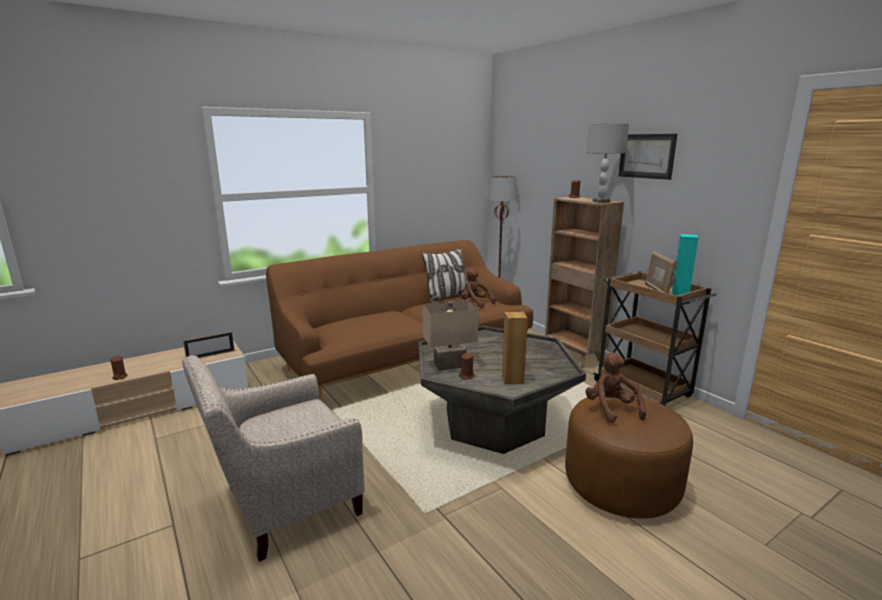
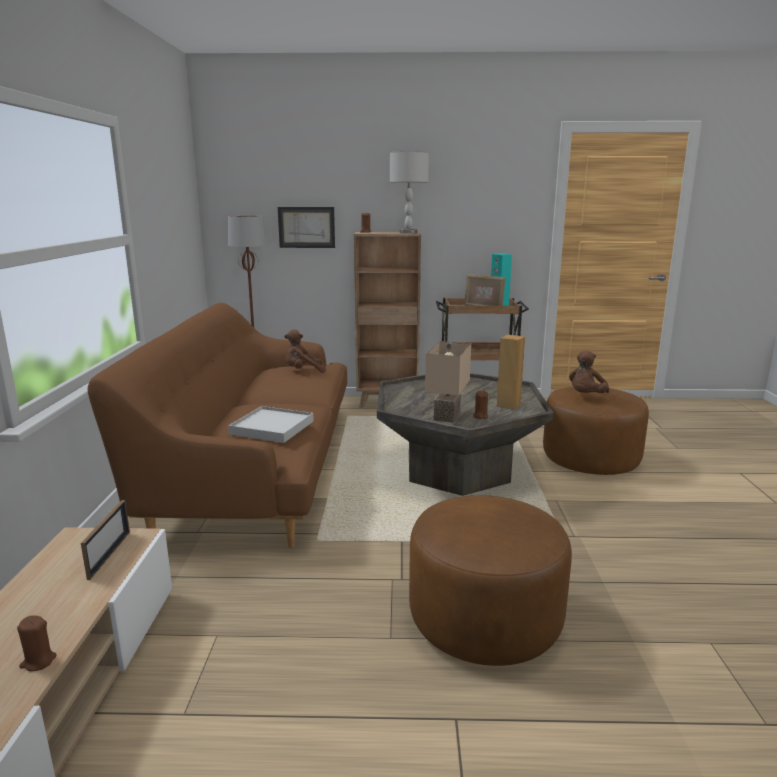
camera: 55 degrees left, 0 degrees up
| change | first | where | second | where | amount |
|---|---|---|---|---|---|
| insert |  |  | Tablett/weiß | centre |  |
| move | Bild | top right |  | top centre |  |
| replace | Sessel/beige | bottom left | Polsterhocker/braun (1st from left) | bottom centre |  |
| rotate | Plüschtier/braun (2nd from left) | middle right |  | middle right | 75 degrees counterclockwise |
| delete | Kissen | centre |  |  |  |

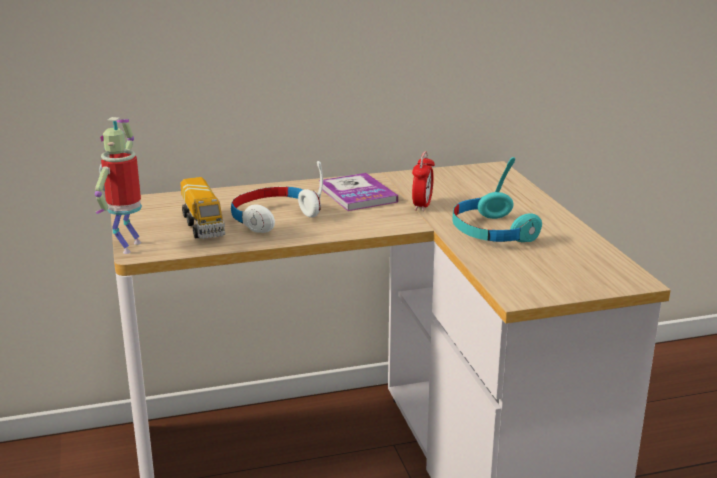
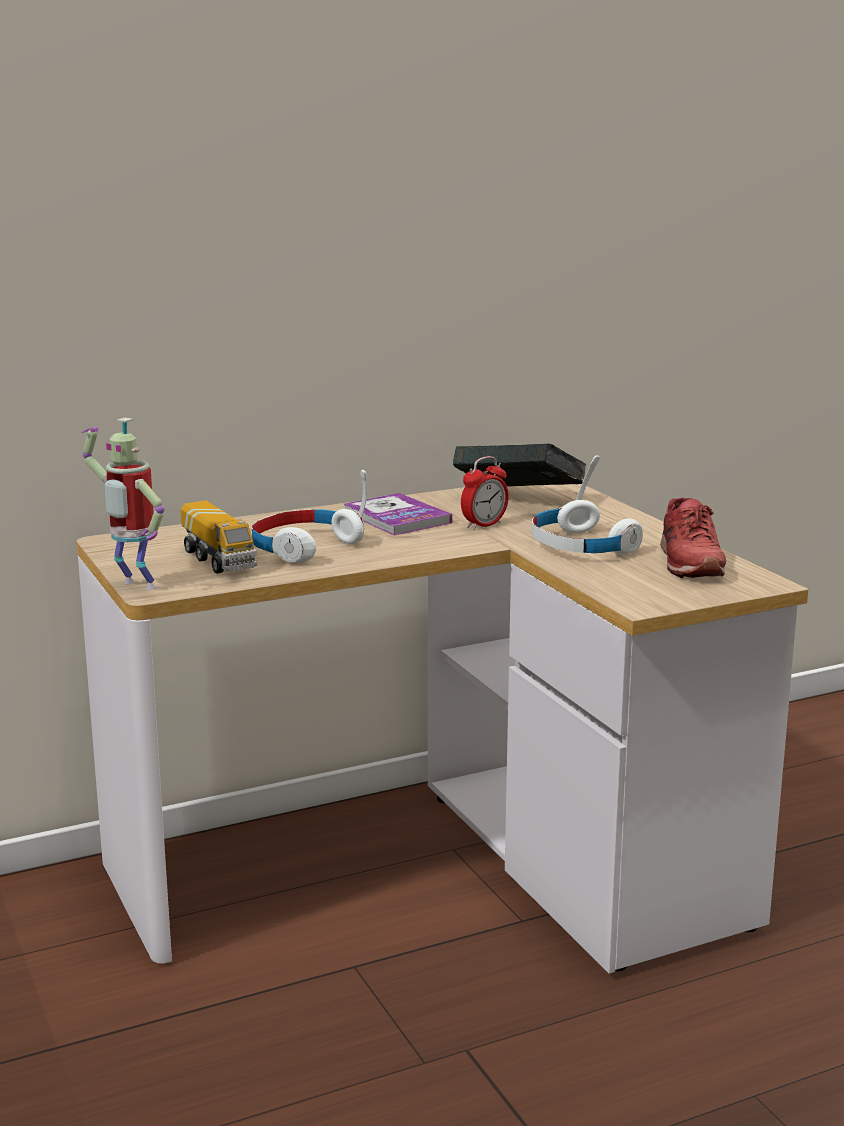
camera: 10 degrees left, 5 degrees down
| change | first | where | second | where | amount |
|---|---|---|---|---|---|
| rotate | Spielzeugroboter | middle left |  | middle left | 60 degrees counterclockwise |
| insert |  |  | Buch (2nd from left) | centre |  |
| rotate | Wecker | centre |  | centre | 45 degrees clockwise |
| recolor | Kopfhörer/türkis | middle right | Kopfhörer/weiß (2nd from left) | middle right |  |
| insert |  |  | Schuh/rot | middle right |  |

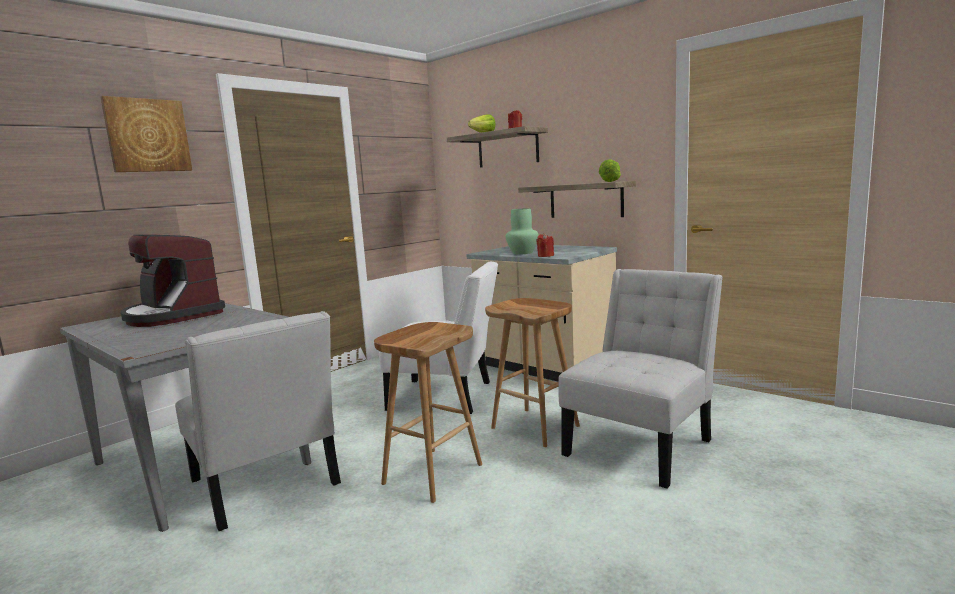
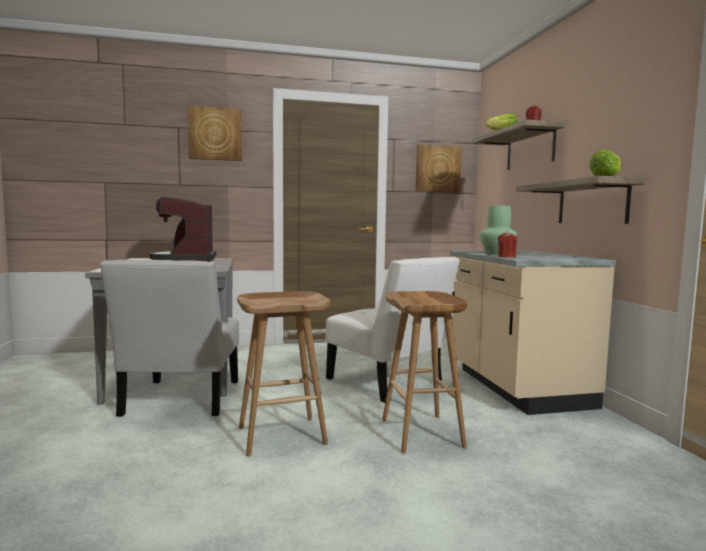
camera: 35 degrees right, 5 degrees down
| change | first | where | second | where | amount |
|---|---|---|---|---|---|
| insert |  |  | Bild (2nd from left) | top centre |  |
| delete | Stuhl/weiß (3rd from left) | middle right |  |  |  |

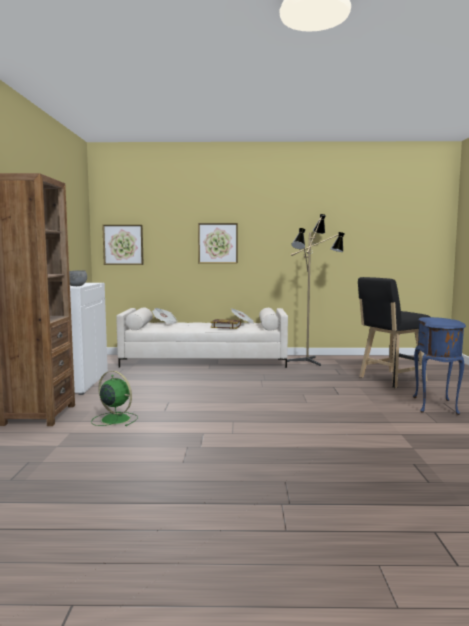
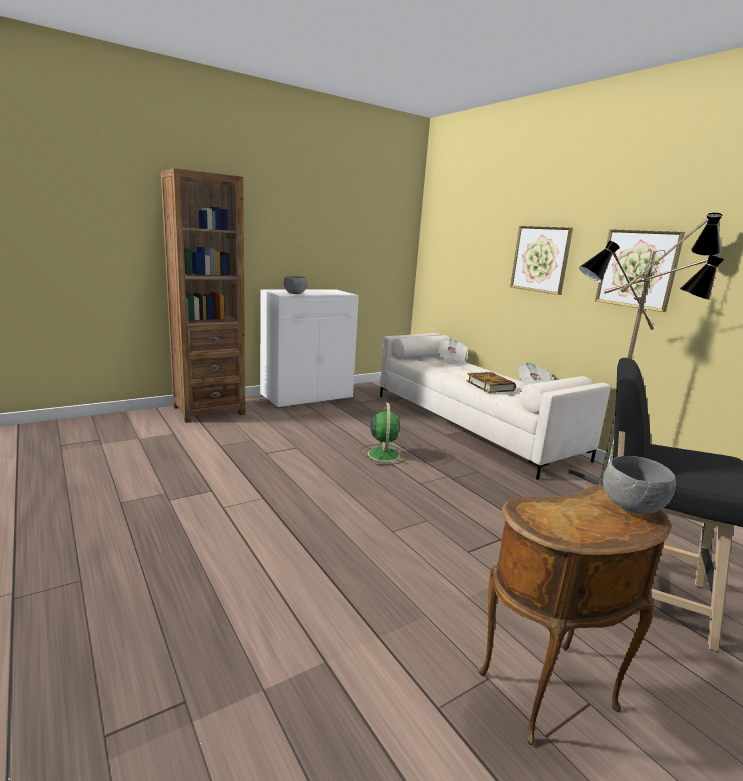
camera: 55 degrees right, 10 degrees up
| change | first | where | second | where | amount |
|---|---|---|---|---|---|
| move | Ventilator/grün | middle left |  | centre |  |
| recolor | Beistelltisch/blau | middle right | Beistelltisch/braun | bottom right |  |
| move | Bild (1st from left in the first image) | middle left | Bild (2nd from left) | middle right |  |
| insert |  |  | Schüssel/grau (2nd from left) | middle right |  |

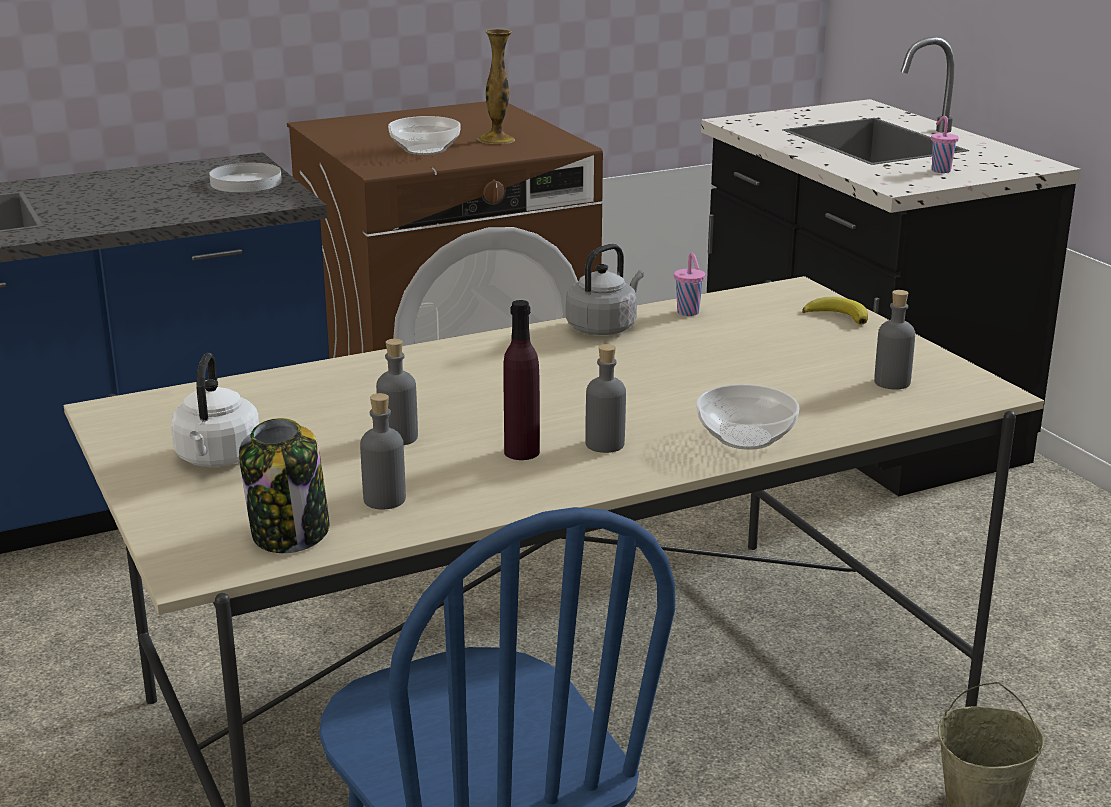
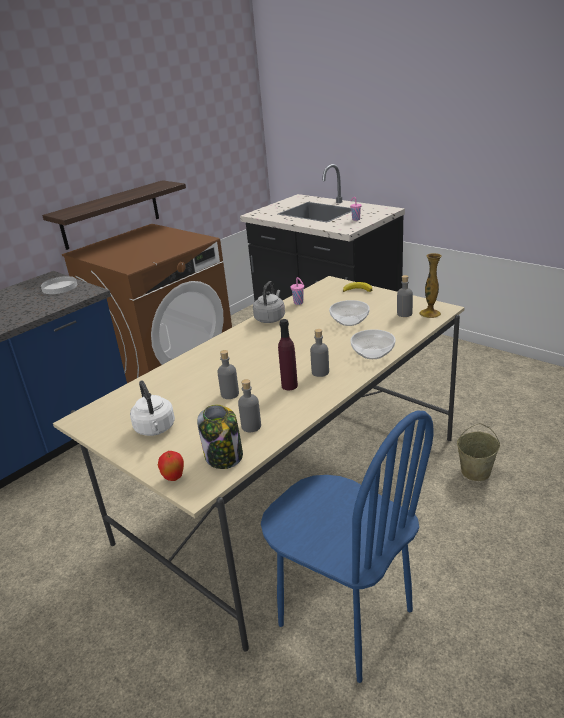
camera: 20 degrees left, 5 degrees up
| change | first | where | second | where | amount |
|---|---|---|---|---|---|
| insert |  |  | Wandregal | top left |  |
| insert |  |  | Apfel | middle left |  |
| move | Schüssel (1st from left) | top centre |  | centre |  |
| move | Vase | top centre |  | middle right |  |

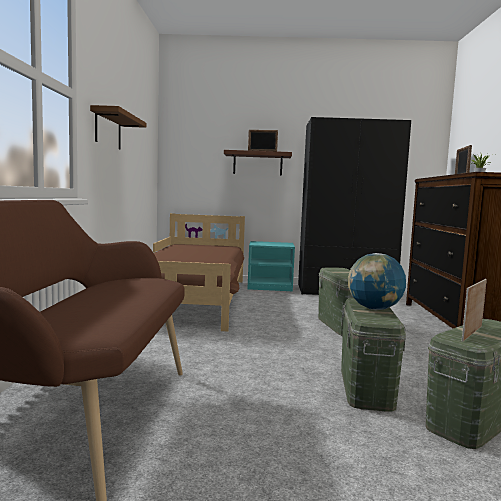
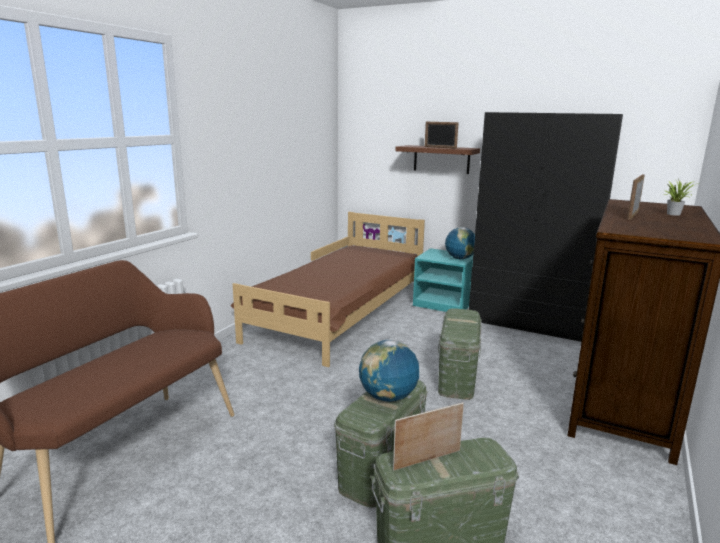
camera: 25 degrees right, 10 degrees up
| change | first | where | second | where | amount |
|---|---|---|---|---|---|
| insert |  |  | Globus (2nd from left) | centre |  |
| delete | Wandregal/braun (1st from left) | top left |  |  |  |

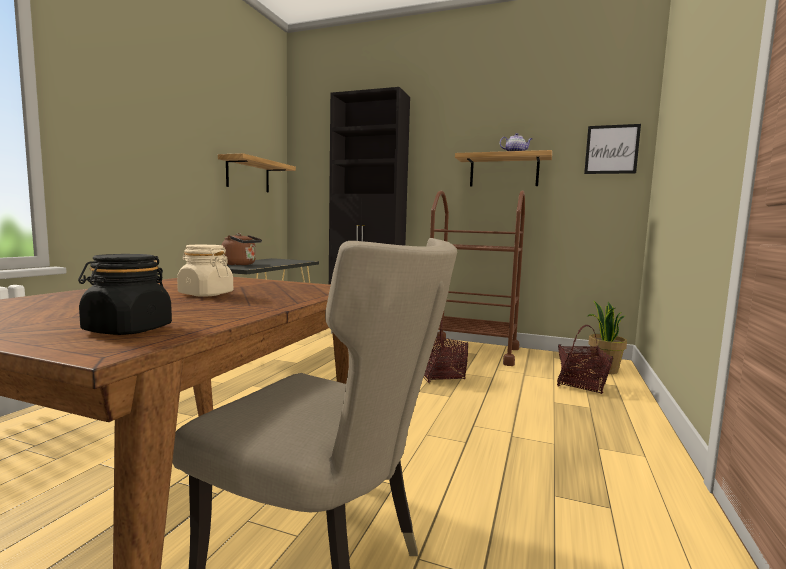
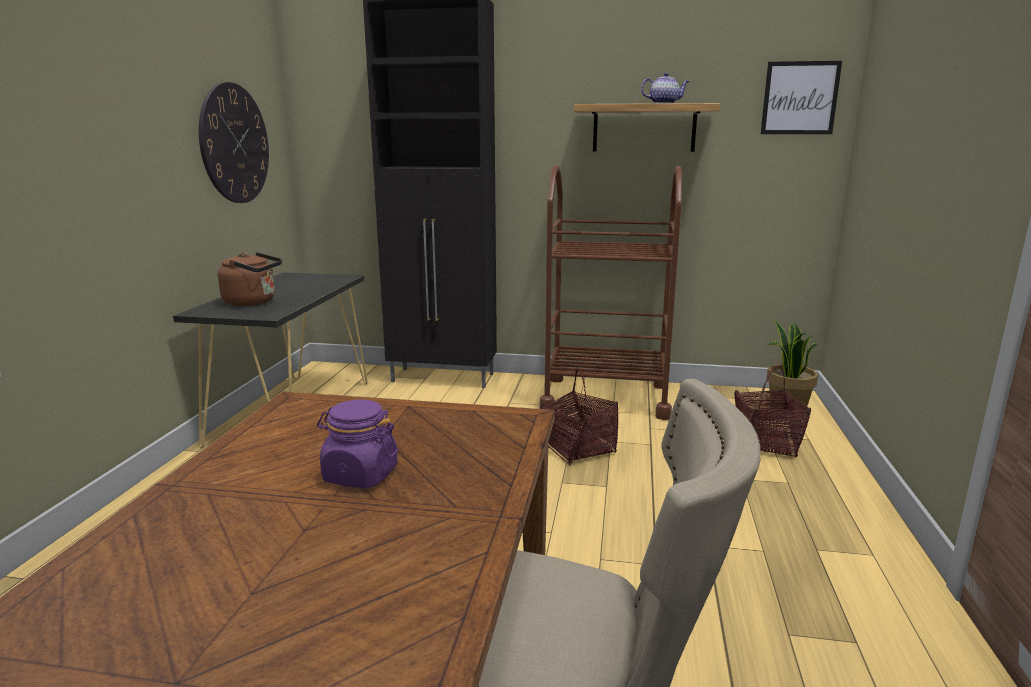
camera: 10 degrees left, 10 degrees up
| change | first | where | second | where | amount |
|---|---|---|---|---|---|
| replace | Wandregal (1st from left) | top left | Wanduhr | top left |  |
| recolor | Vorratsglas/beige | middle left | Vorratsglas/lila | centre |  |
| delete | Vorratsglas/schwarz | middle left |  |  |  |

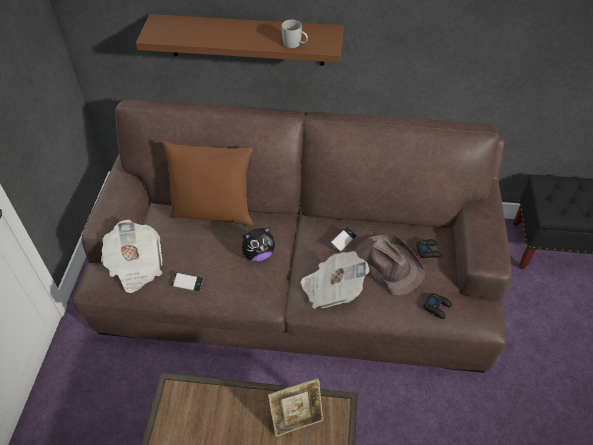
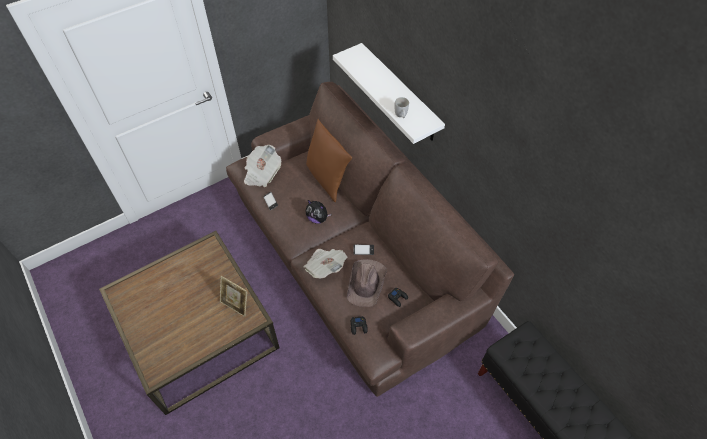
camera: 50 degrees right, 5 degrees up
| change | first | where | second | where | amount |
|---|---|---|---|---|---|
| recolor | Wandregal/braun | top centre | Wandregal/weiß | top centre |  |

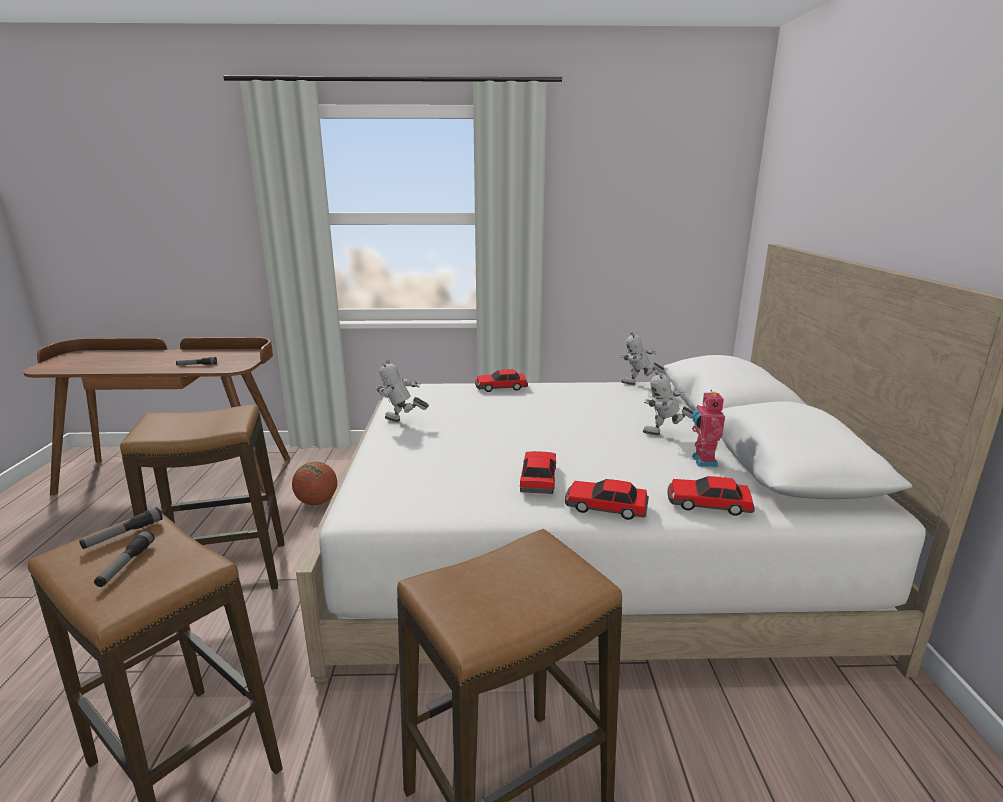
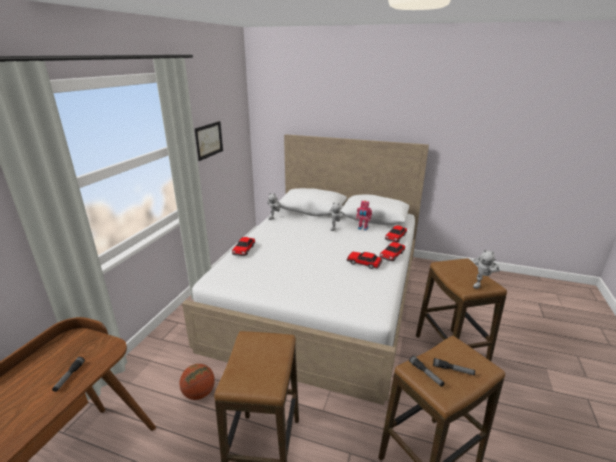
camera: 70 degrees left, 5 degrees up
| change | first | where | second | where | amount |
|---|---|---|---|---|---|
| insert |  |  | Bild | top centre |  |
| move | Spielzeugroboter (1st from left in the first image) | centre | Spielzeugroboter (4th from left) | middle right |  |

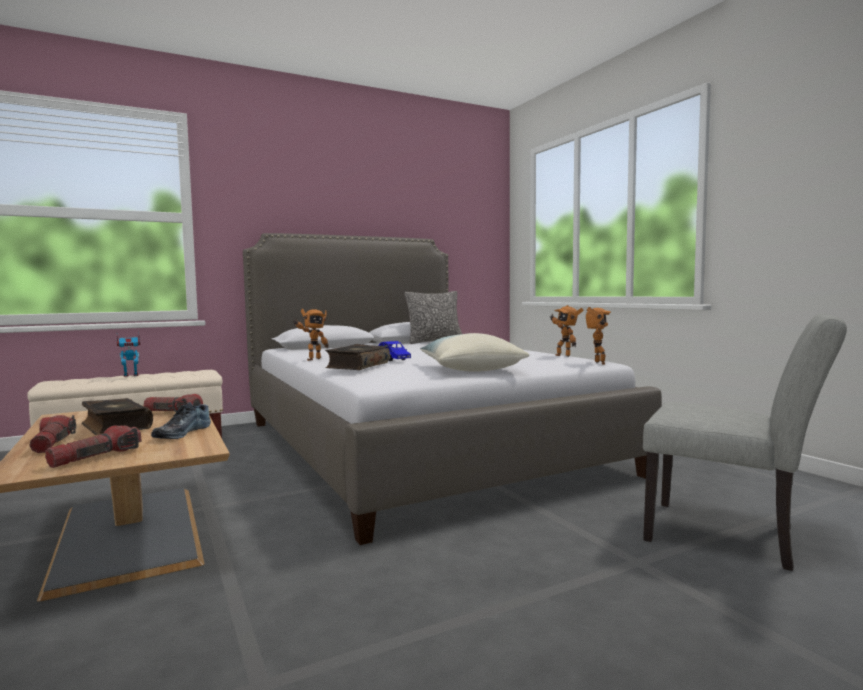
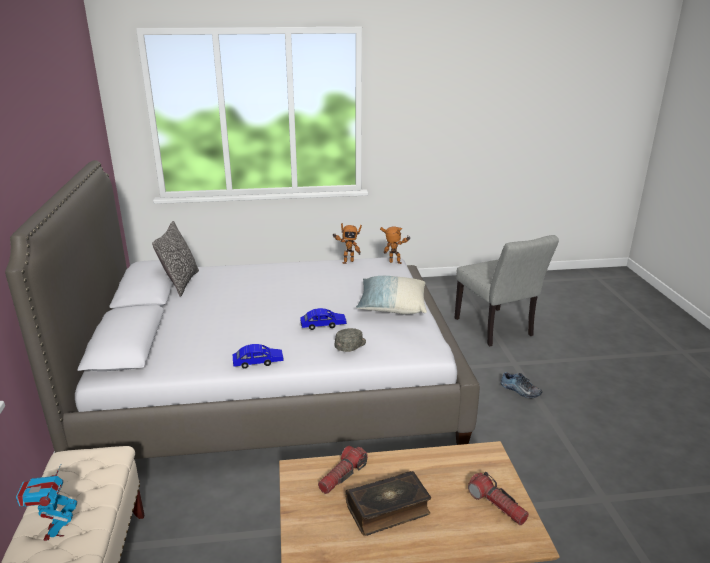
camera: 70 degrees left, 20 degrees up
| change | first | where | second | where | amount |
|---|---|---|---|---|---|
| replace | Spielzeugroboter (2nd from left) | centre | Spielzeugauto/blau (1st from left) | centre |  |
| replace | Buch (2nd from left) | centre | Kappe/grau | centre |  |
| rotate | Stuhl/grau | middle right |  | middle right | 105 degrees clockwise |
| move | Schuh | middle left |  | bottom right |  |
| delete | Taschenlampe (1st from left) | middle left |  |  |  |

